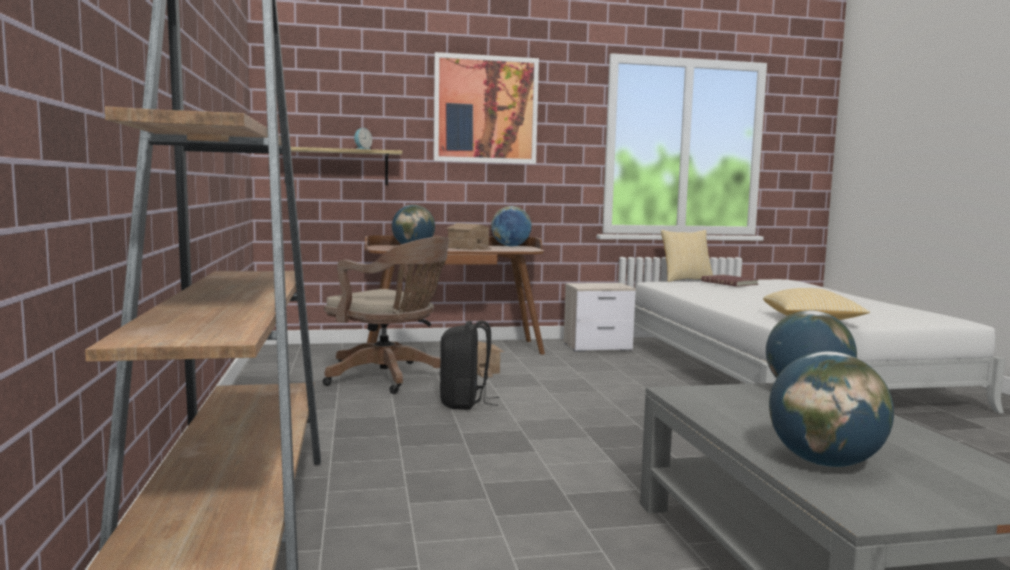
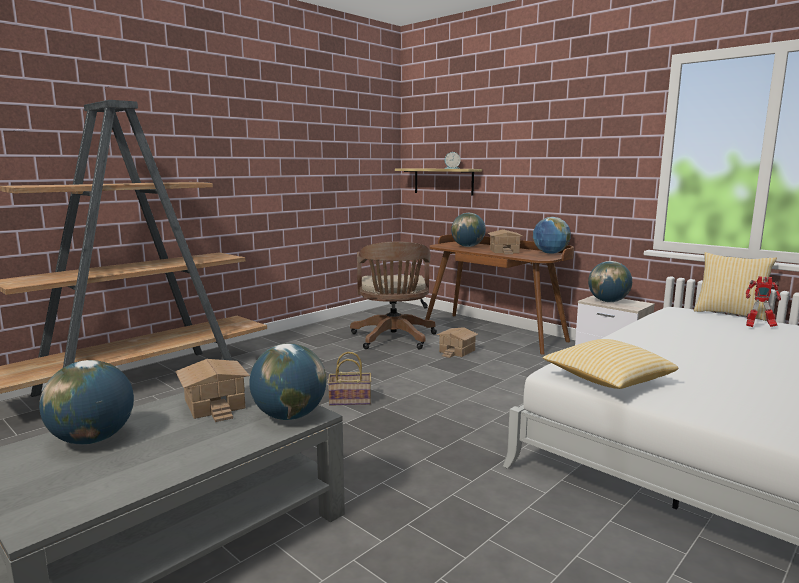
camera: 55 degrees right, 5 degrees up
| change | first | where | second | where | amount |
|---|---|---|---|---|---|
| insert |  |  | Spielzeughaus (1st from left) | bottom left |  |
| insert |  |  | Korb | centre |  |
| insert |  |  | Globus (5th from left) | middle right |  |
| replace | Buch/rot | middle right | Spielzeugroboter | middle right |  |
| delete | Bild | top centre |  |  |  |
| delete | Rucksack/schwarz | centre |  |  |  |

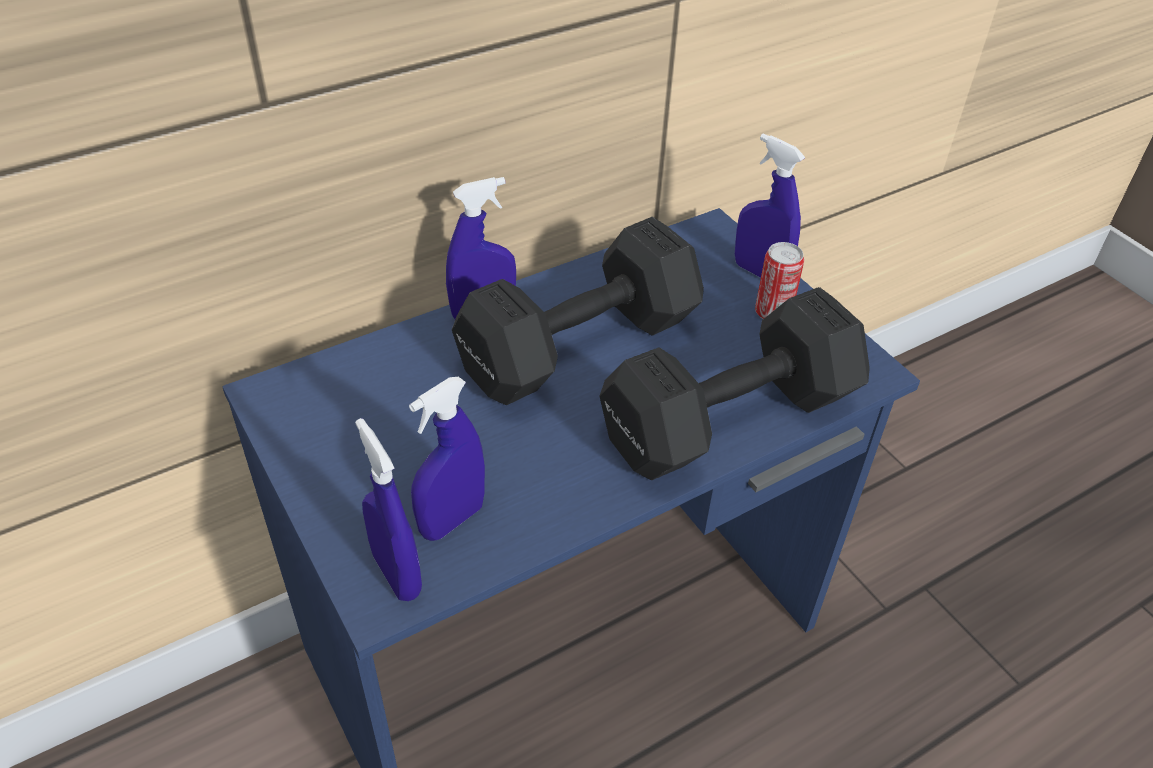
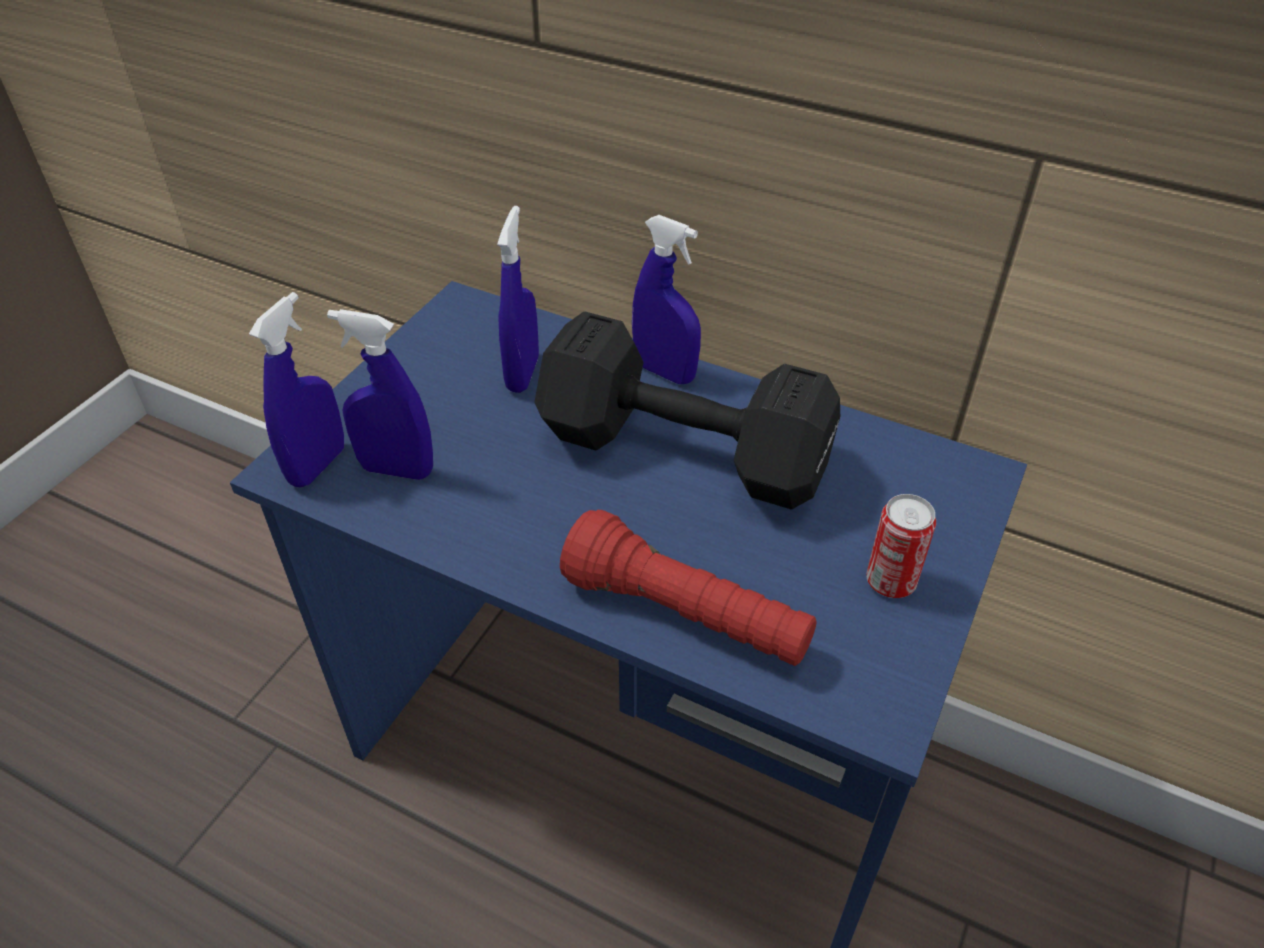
camera: 60 degrees right, 0 degrees up
| change | first | where | second | where | amount |
|---|---|---|---|---|---|
| move | Sprühflasche/blau (4th from left in the first image) | top right | Sprühflasche/blau (3rd from left) | top centre |  |
| replace | Hantel/schwarz (2nd from left) | centre | Taschenlampe/rot | centre |  |

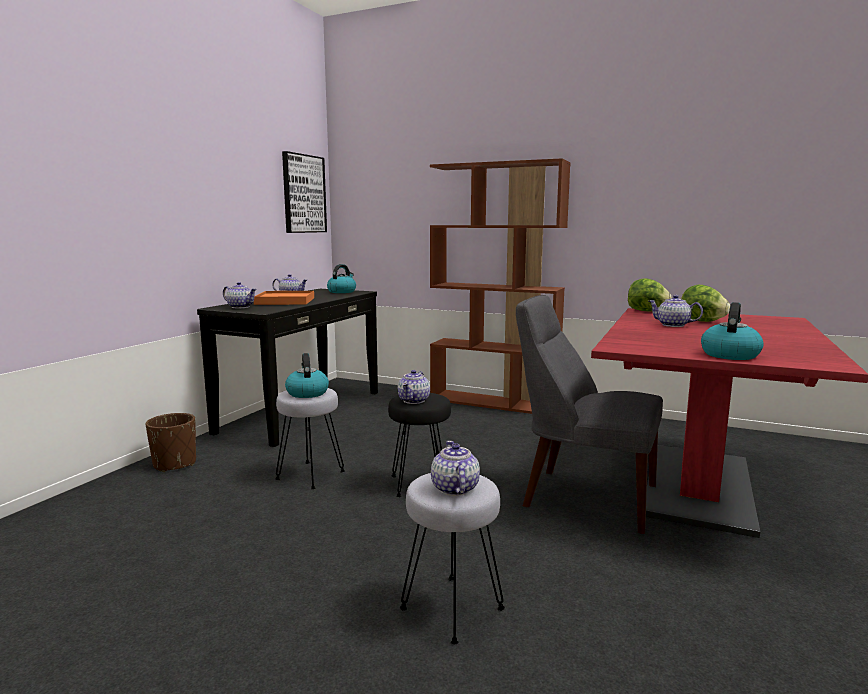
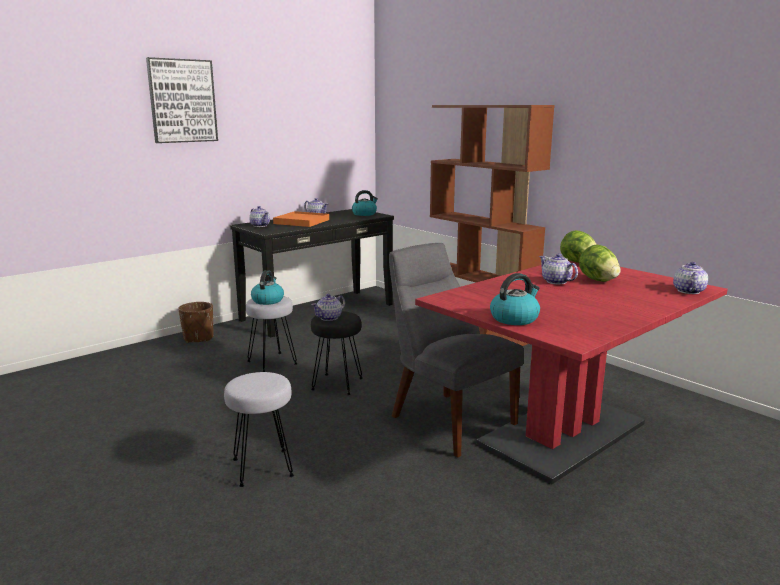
camera: 25 degrees right, 5 degrees up
| change | first | where | second | where | amount |
|---|---|---|---|---|---|
| move | Bild | top centre |  | top left |  |
| move | Teekanne (4th from left in the first image) | bottom centre | Teekanne (5th from left) | middle right |  |

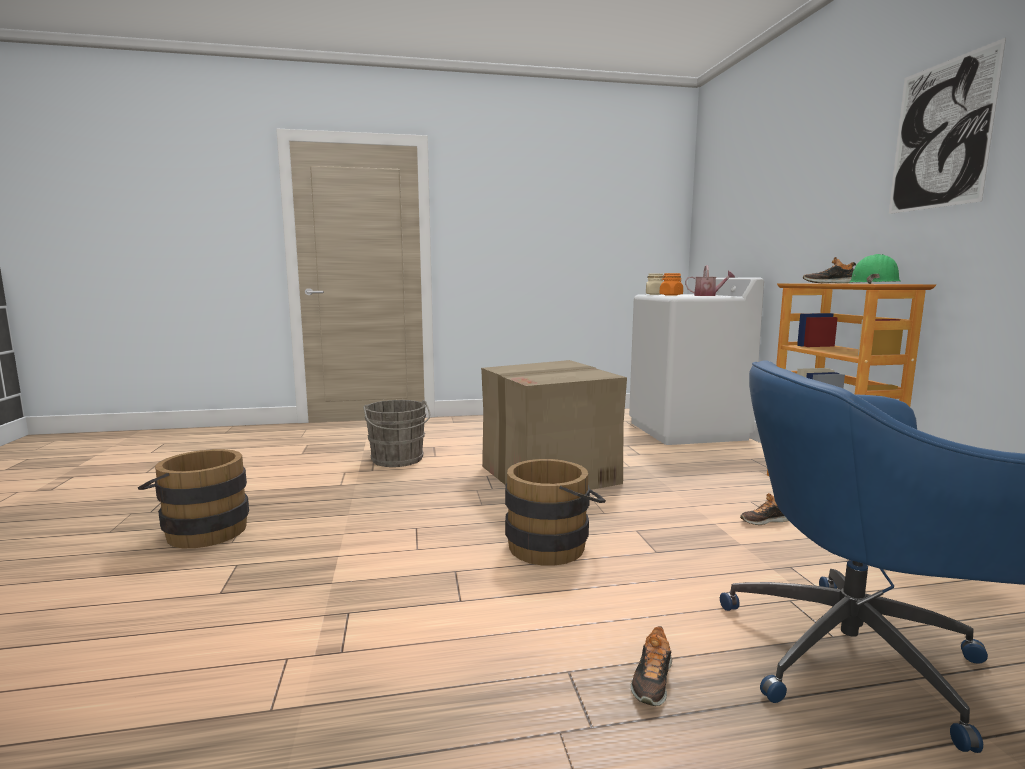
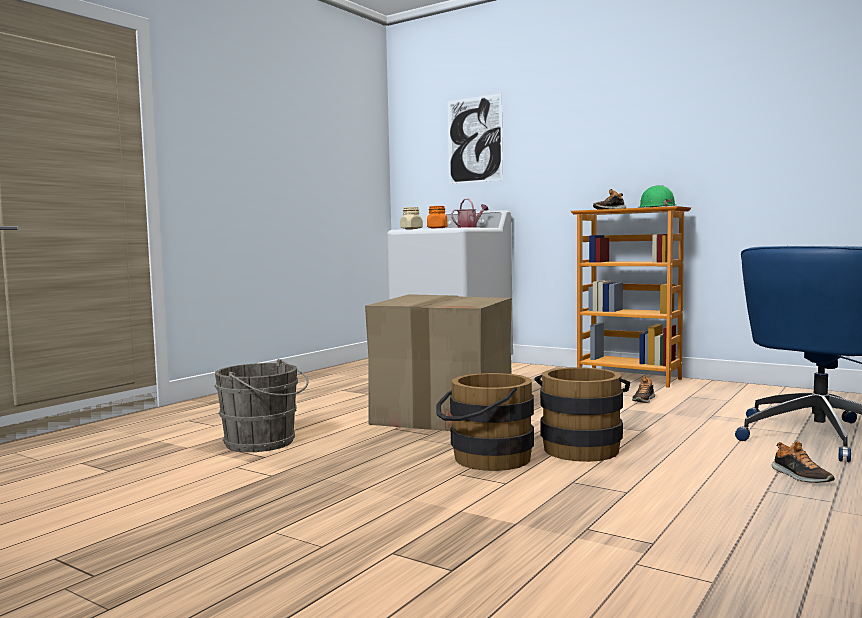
camera: 45 degrees left, 5 degrees down
| change | first | where | second | where | amount |
|---|---|---|---|---|---|
| move | Eimer/braun (1st from left) | middle left |  | bottom centre |  |
| move | Bild | top right |  | top centre |  |

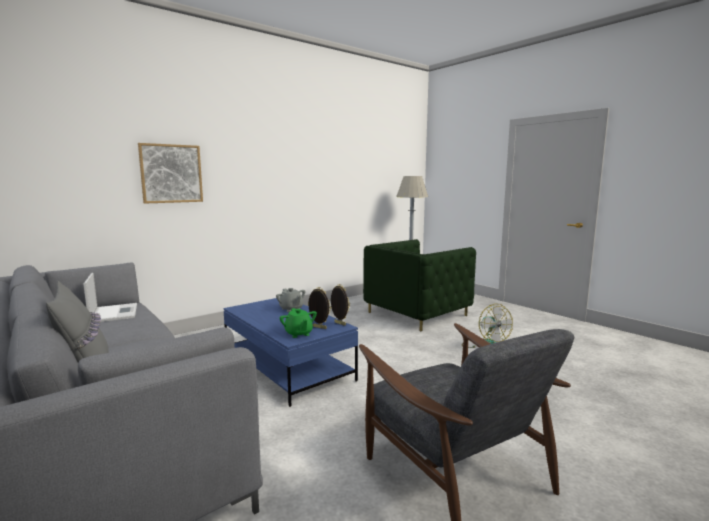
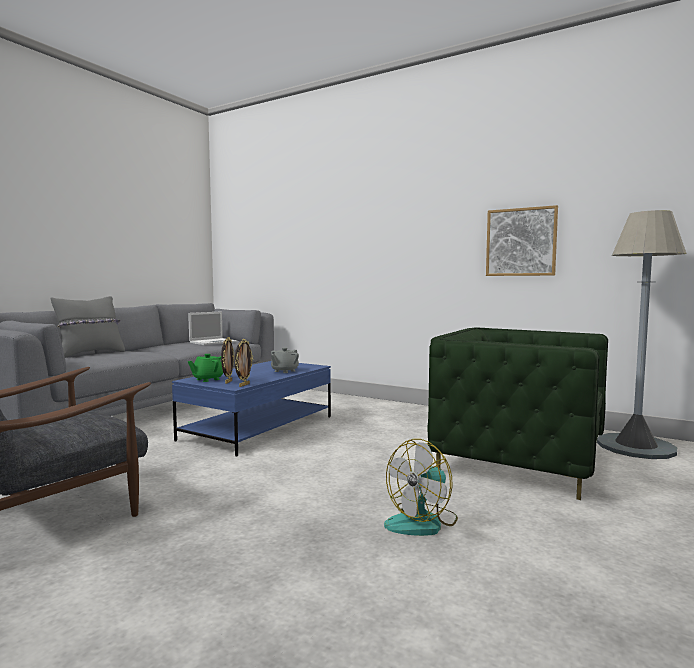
camera: 70 degrees right, 5 degrees down
| change | first | where | second | where | amount |
|---|---|---|---|---|---|
| move | Bild | top left |  | middle right |  |

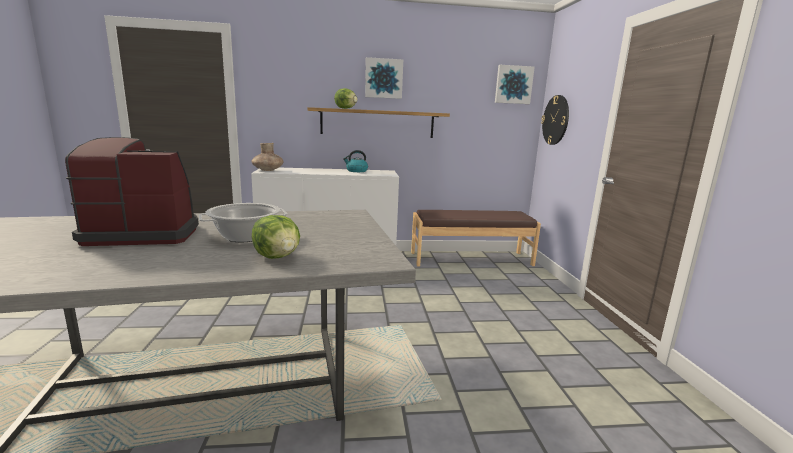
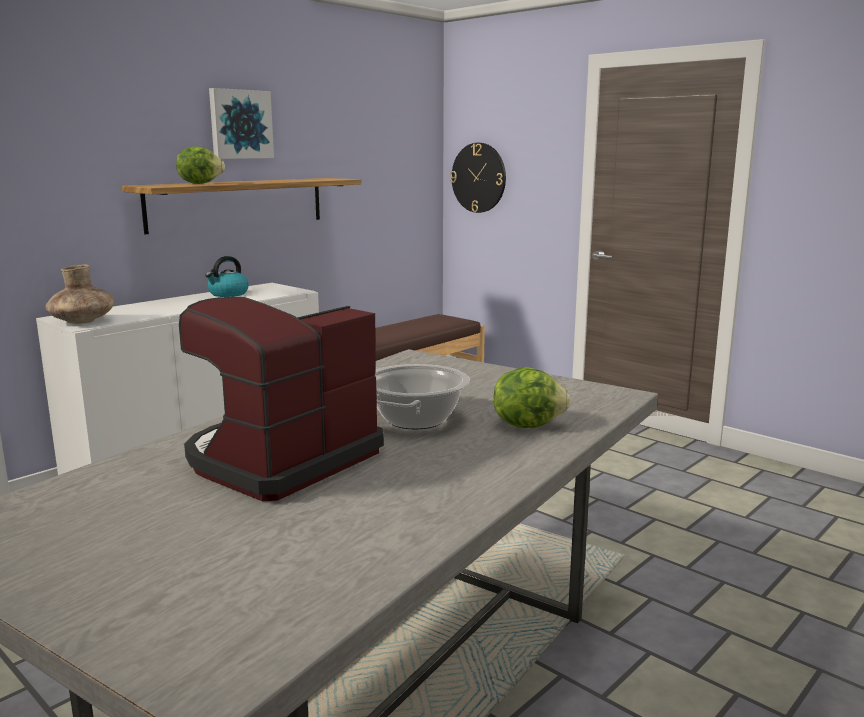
camera: 40 degrees left, 0 degrees up
| change | first | where | second | where | amount |
|---|---|---|---|---|---|
| delete | Bild (2nd from left) | top centre |  |  |  |

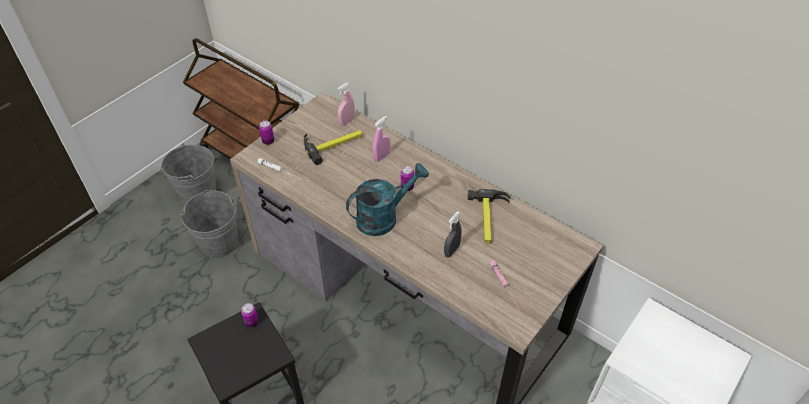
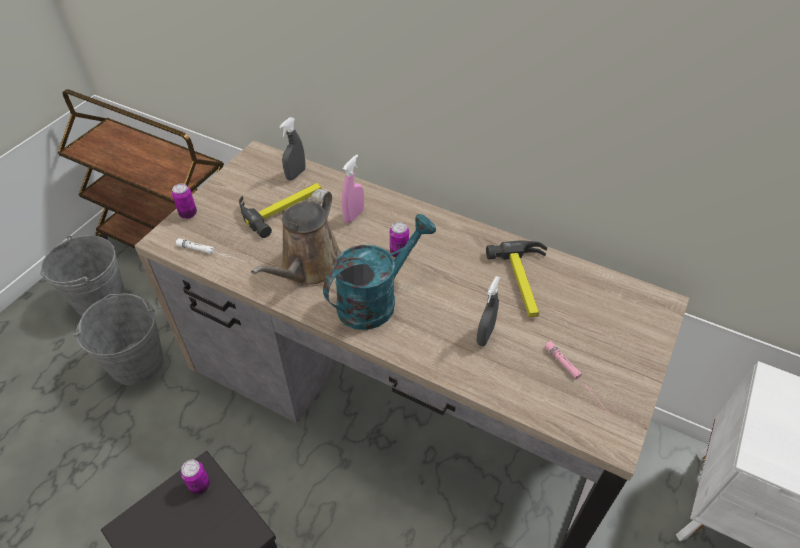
camera: 10 degrees left, 0 degrees up
| change | first | where | second | where | amount |
|---|---|---|---|---|---|
| insert |  |  | Gießkanne/braun | centre |  |
| recolor | Sprühflasche/rosa (1st from left) | top centre | Sprühflasche/grau (1st from left) | top centre |  |

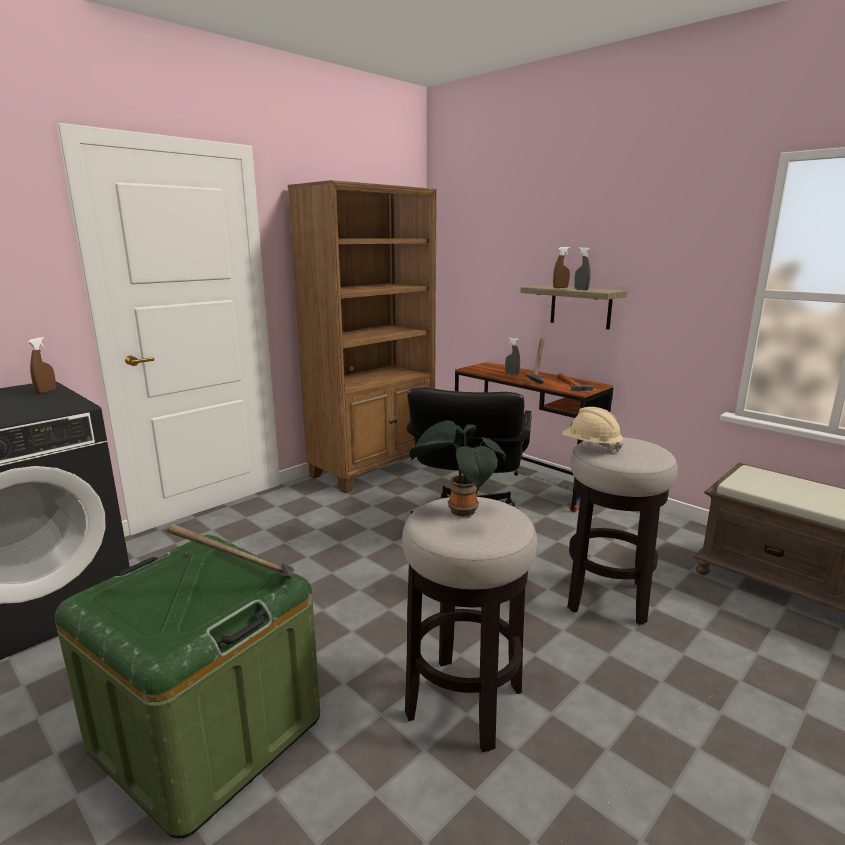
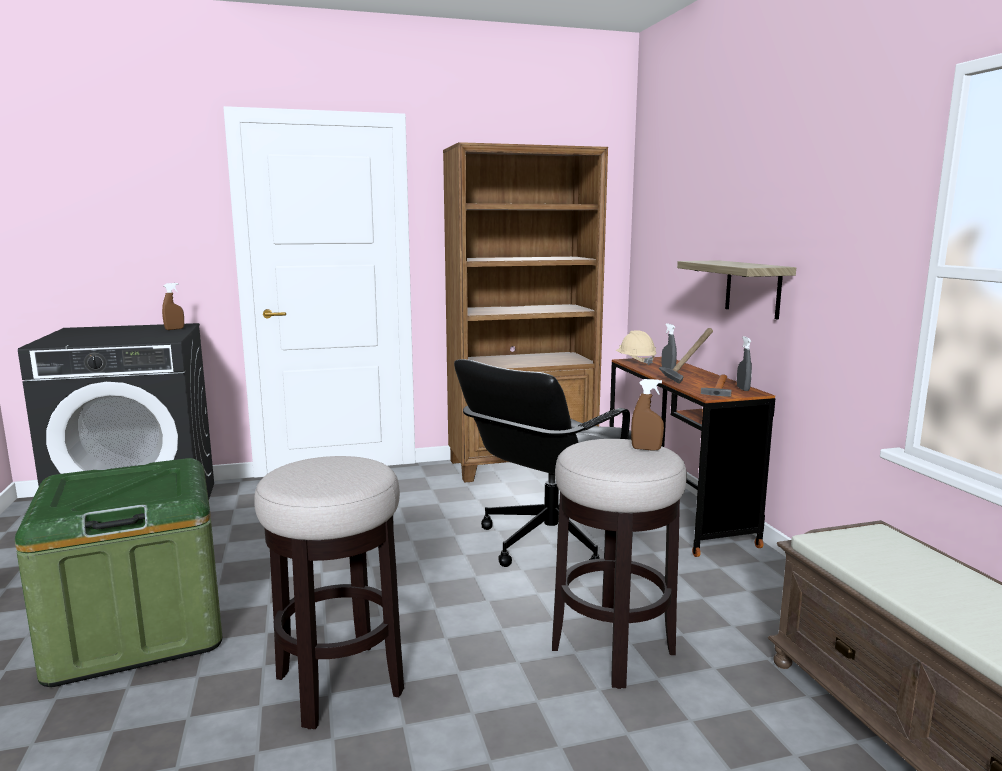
camera: 30 degrees right, 5 degrees down
| change | first | where | second | where | amount |
|---|---|---|---|---|---|
| move | Schutzhelm/beige | middle right |  | centre |  |
| move | Sprühflasche/braun (2nd from left) | top centre |  | centre |  |
| move | Sprühflasche/grau (2nd from left) | top right |  | middle right |  |
| delete | Hammer (1st from left) | middle left |  |  |  |
| delete | Topfpflanze | centre |  |  |  |

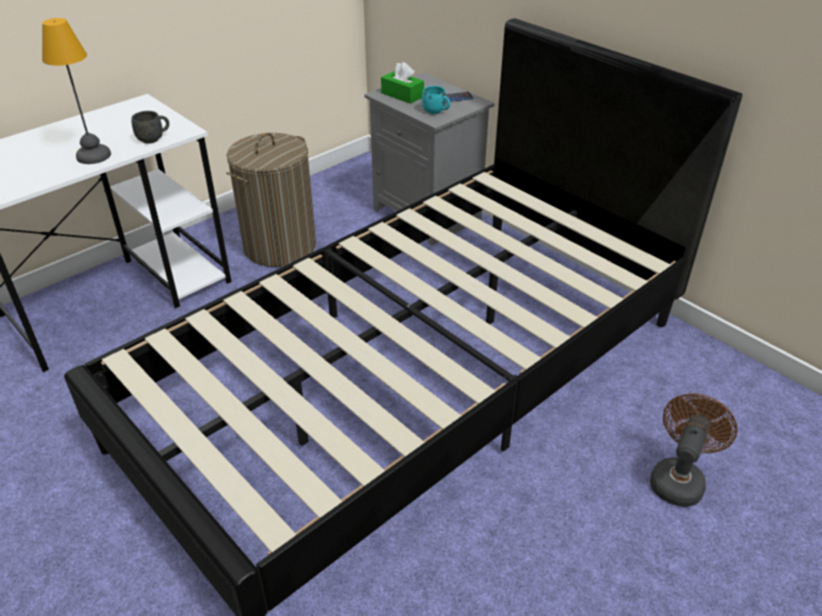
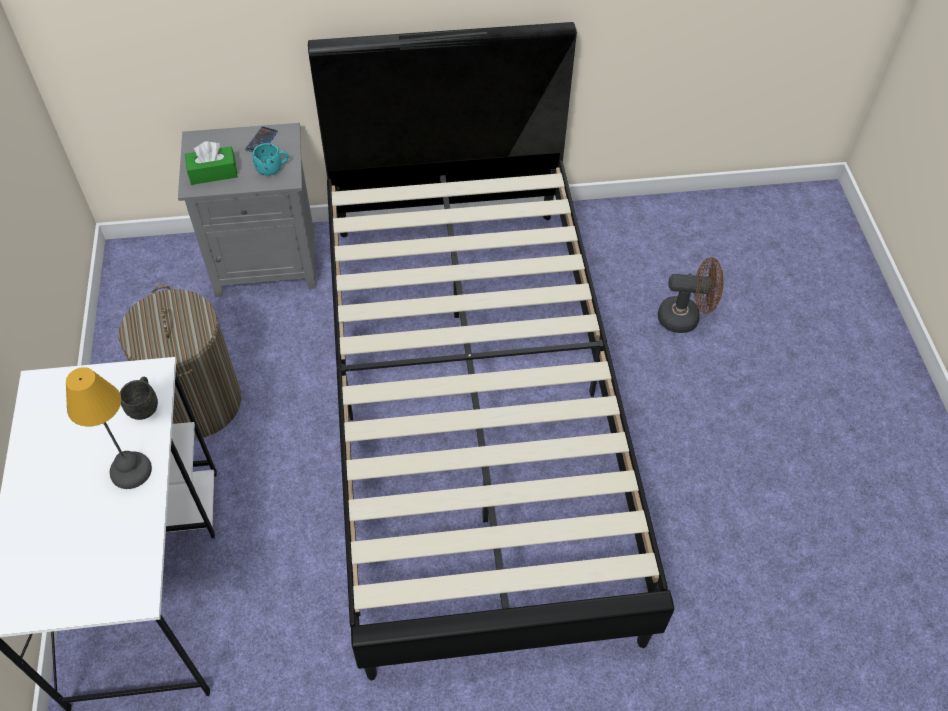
camera: 55 degrees left, 15 degrees up
| change | first | where | second | where | amount |
|---|---|---|---|---|---|
| rotate | Ventilator/braun | bottom right |  | middle right | 120 degrees clockwise |

